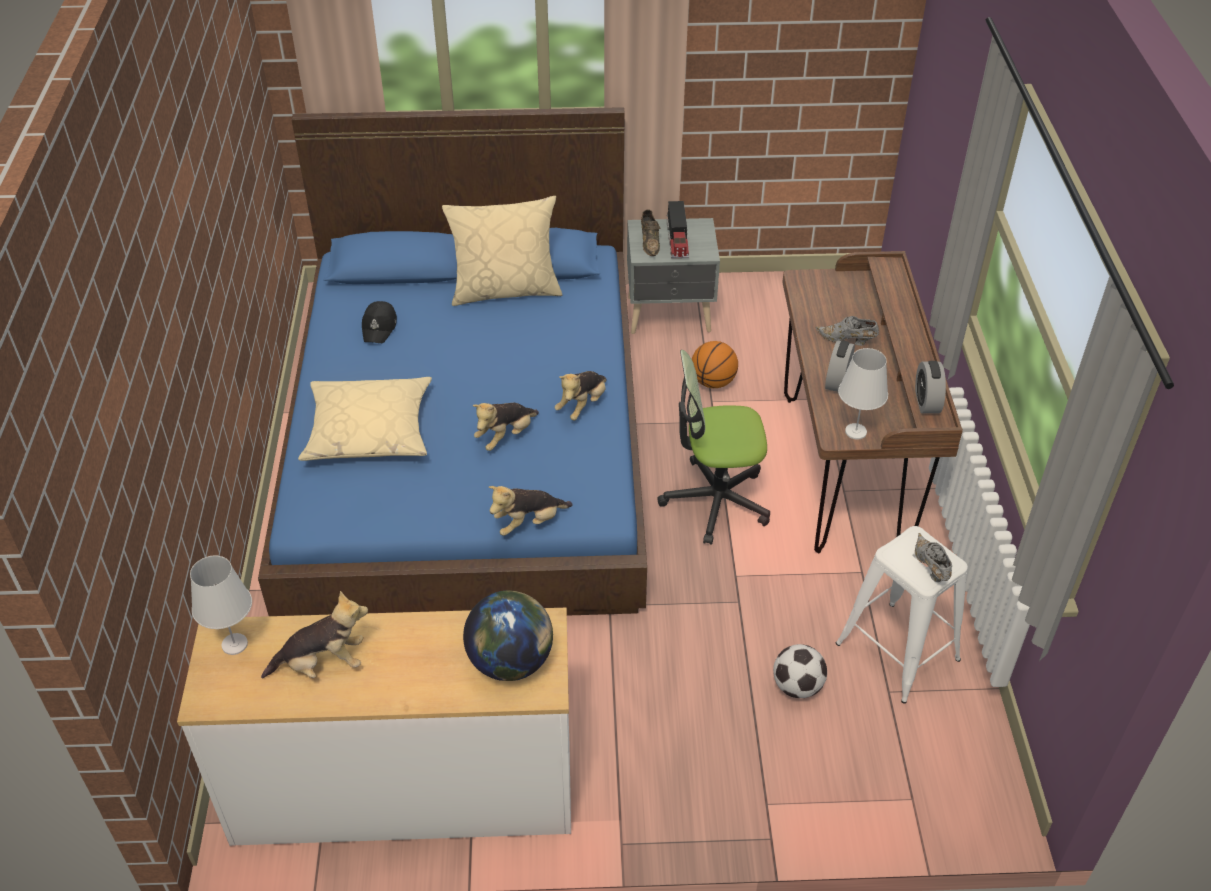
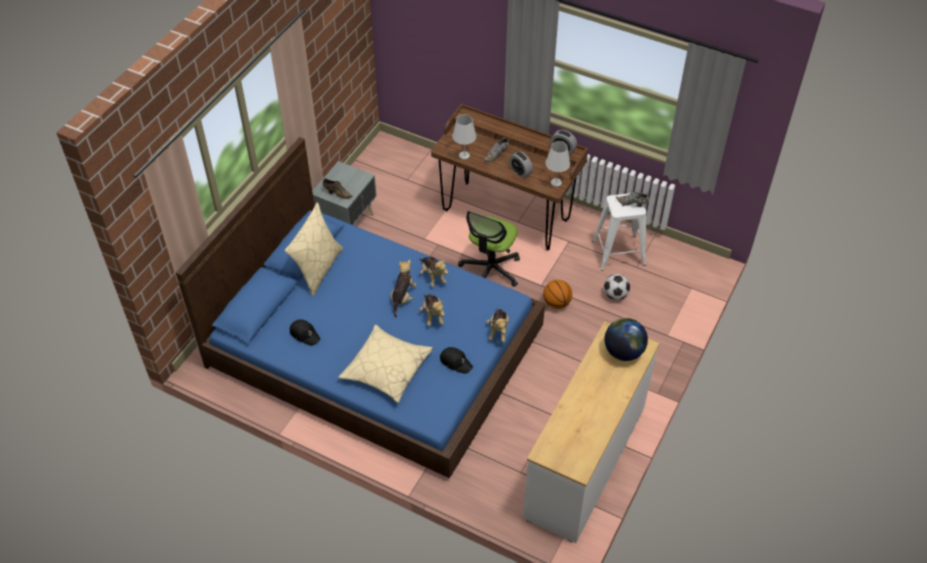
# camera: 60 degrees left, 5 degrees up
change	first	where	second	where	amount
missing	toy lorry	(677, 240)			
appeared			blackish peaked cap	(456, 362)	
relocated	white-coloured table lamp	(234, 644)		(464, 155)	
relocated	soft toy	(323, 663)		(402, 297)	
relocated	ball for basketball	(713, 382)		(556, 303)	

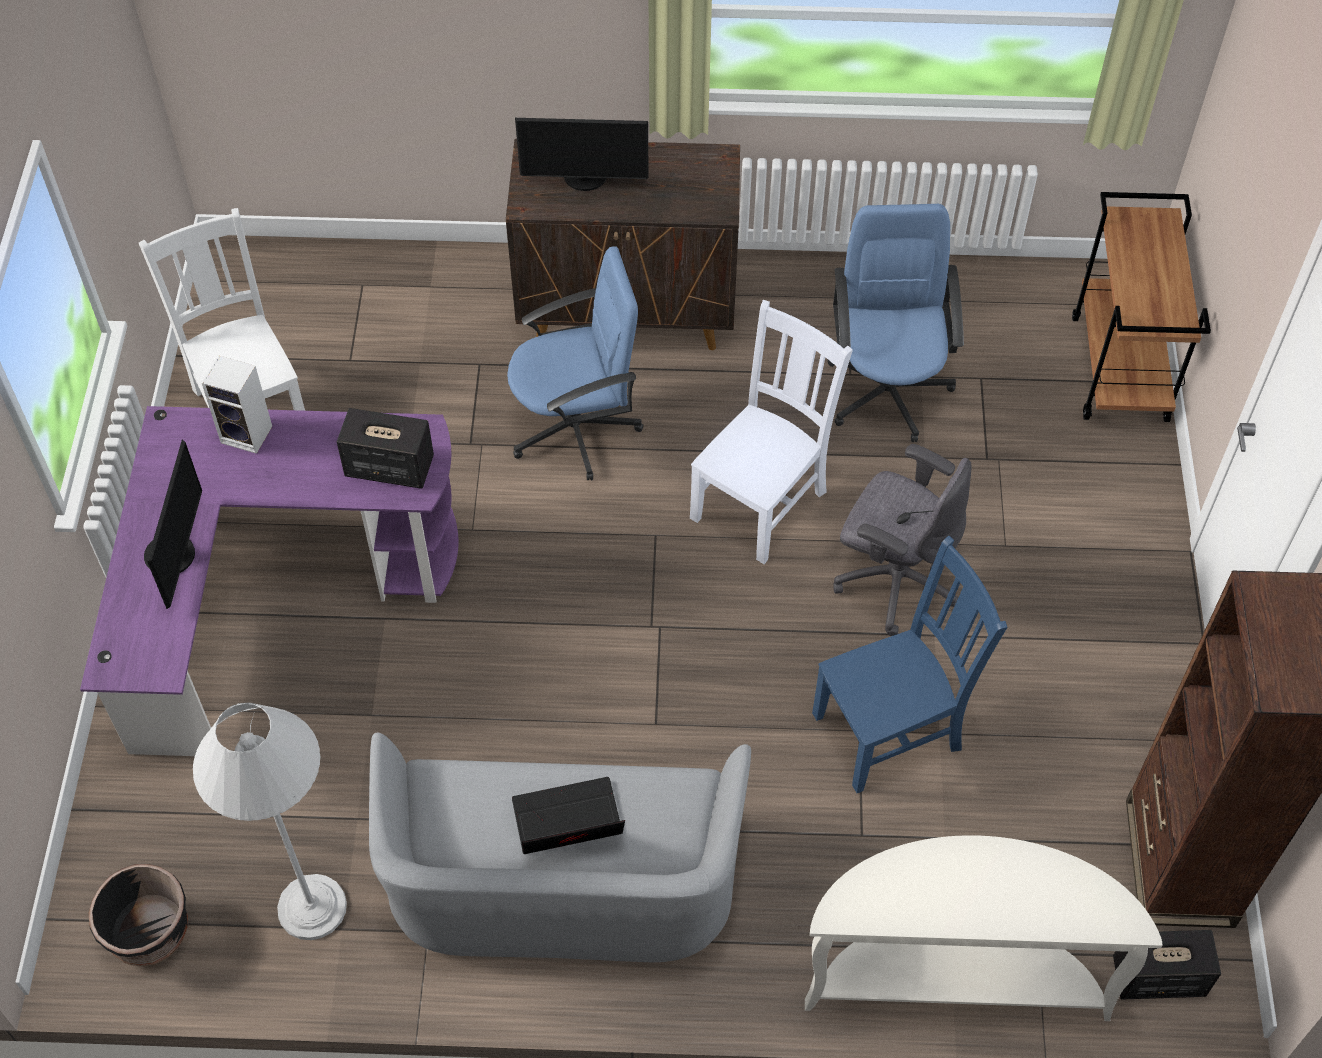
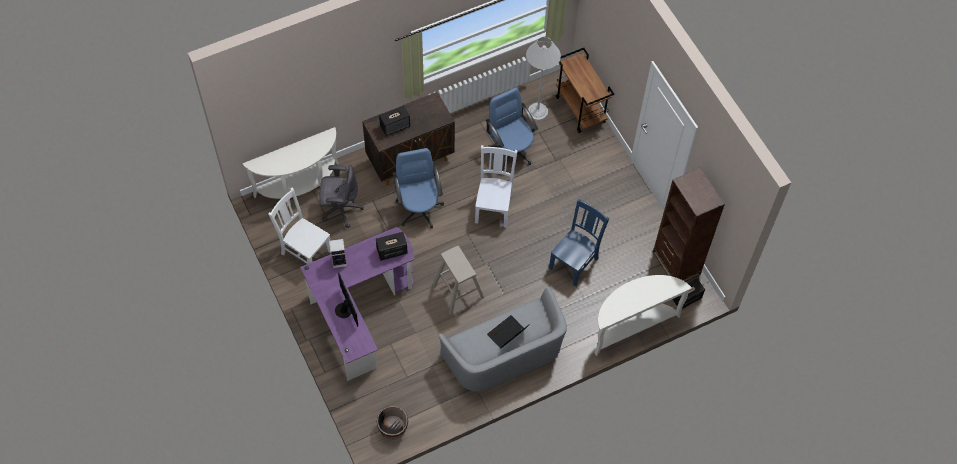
# camera: 30 degrees left, 5 degrees up
change	first	where	second	where	amount
appeared			white-coloured narrow table	(300, 188)	
appeared			beige-coloured sitting stool	(458, 291)	
relocated	white-coloured standard lamp	(312, 907)		(537, 112)	
relocated	gray computer chair	(894, 580)		(340, 209)	
exchanged	computer display	(585, 178)	loudspeaker	(395, 126)	
spun	bluish computer chair	(576, 428)		(419, 208)	60 degrees counterclockwise

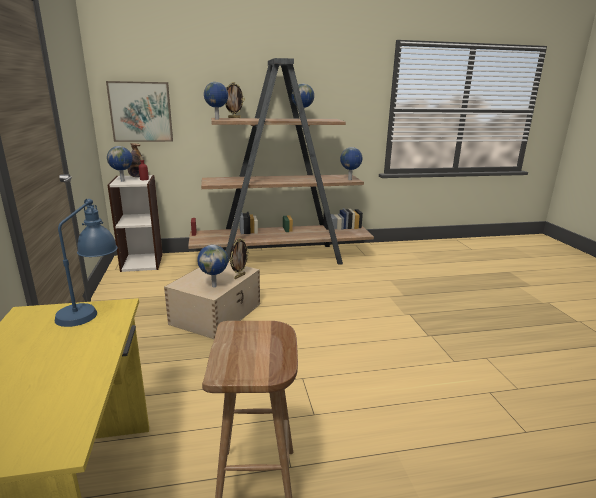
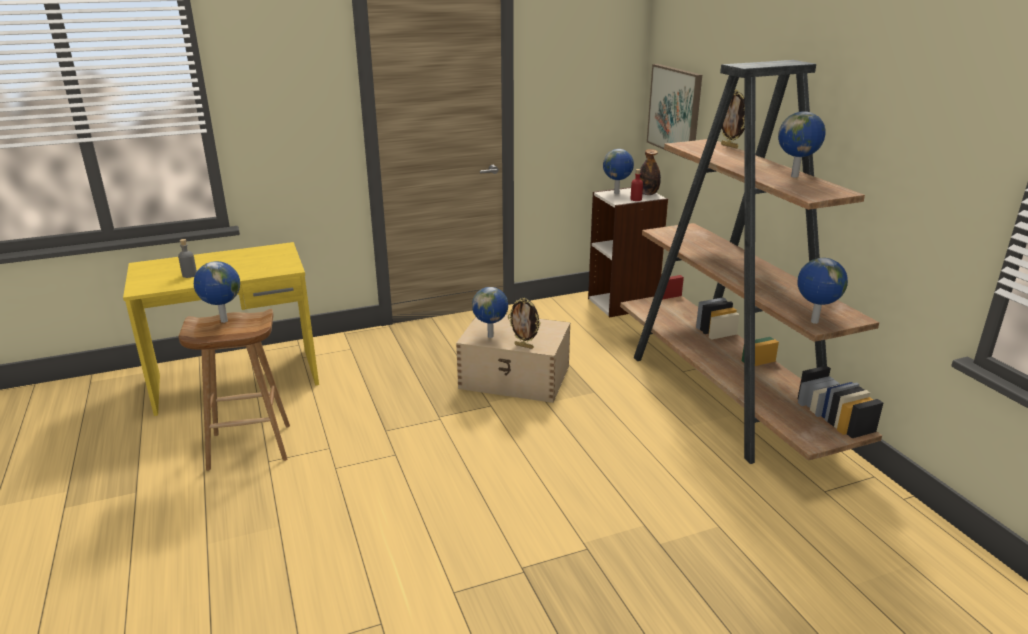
# camera: 80 degrees right, 5 degrees up
change	first	where	second	where	amount
missing	bluish table lamp	(91, 309)			
appeared			gray drink bottle	(189, 275)	
relocated	globe	(217, 119)		(223, 321)	

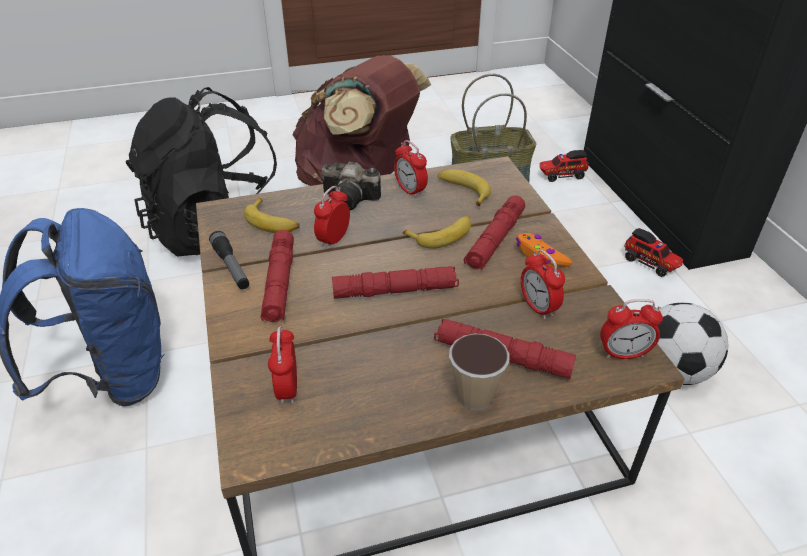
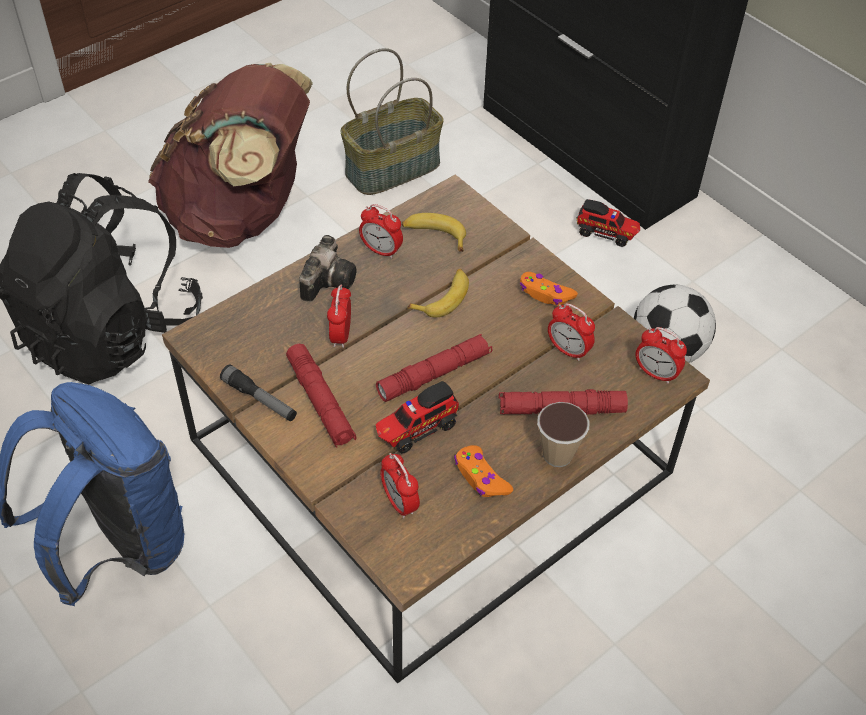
# camera: 25 degrees left, 10 degrees up
change	first	where	second	where	amount
missing	banana fruit	(273, 222)			
missing	red torch	(495, 240)			
appeared			orange-coloured joypad	(481, 477)	
relocated	toy lorry	(561, 175)		(416, 429)	
spun	photo camera	(352, 199)		(328, 279)	60 degrees counterclockwise
spun	alarm clock	(623, 354)		(656, 373)	60 degrees clockwise

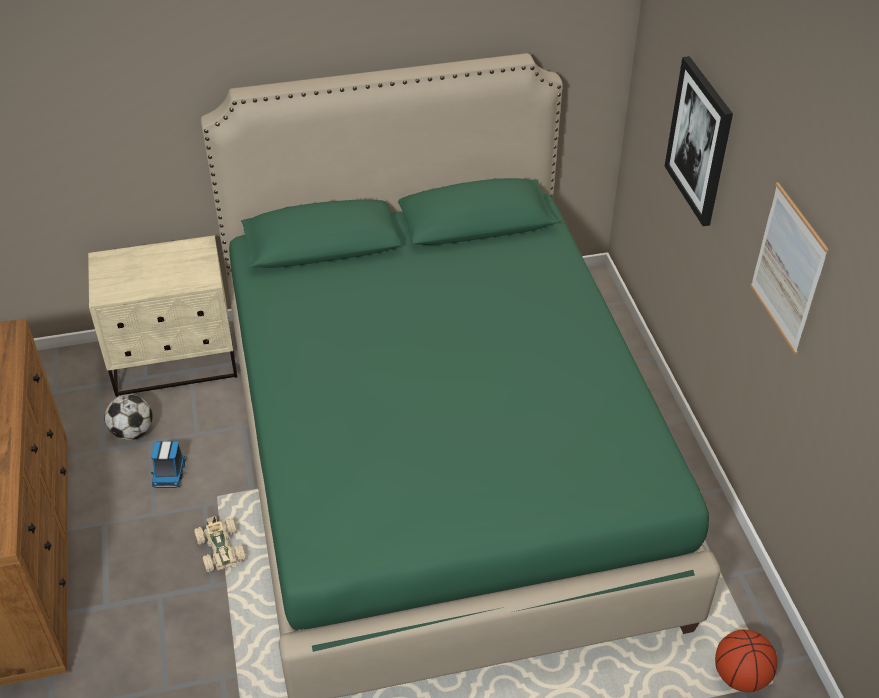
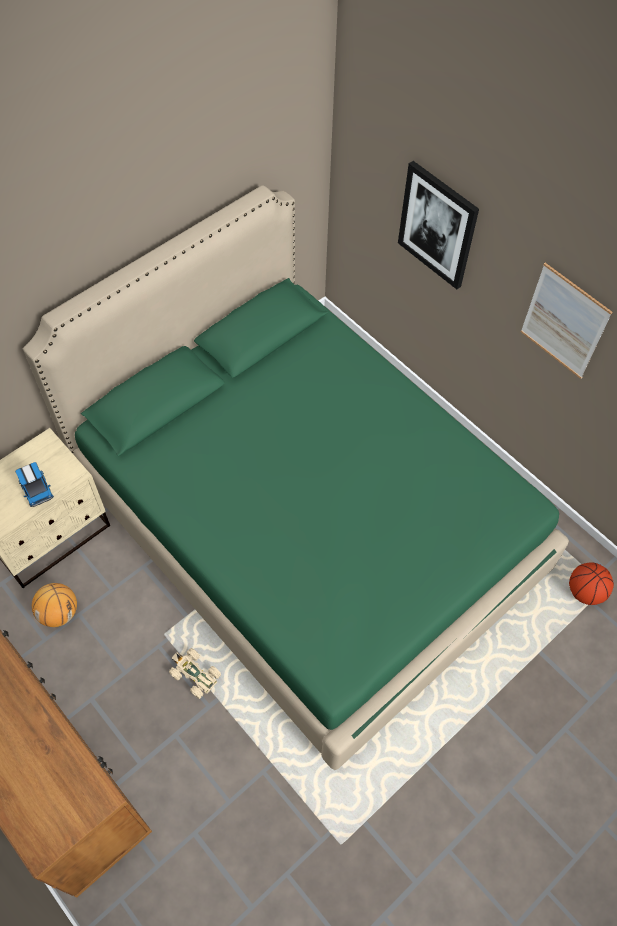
# camera: 30 degrees left, 15 degrees up
change	first	where	second	where	amount
relocated	toy lorry	(169, 472)		(36, 489)	
exchanged	football	(132, 432)	ball for basketball	(59, 612)	

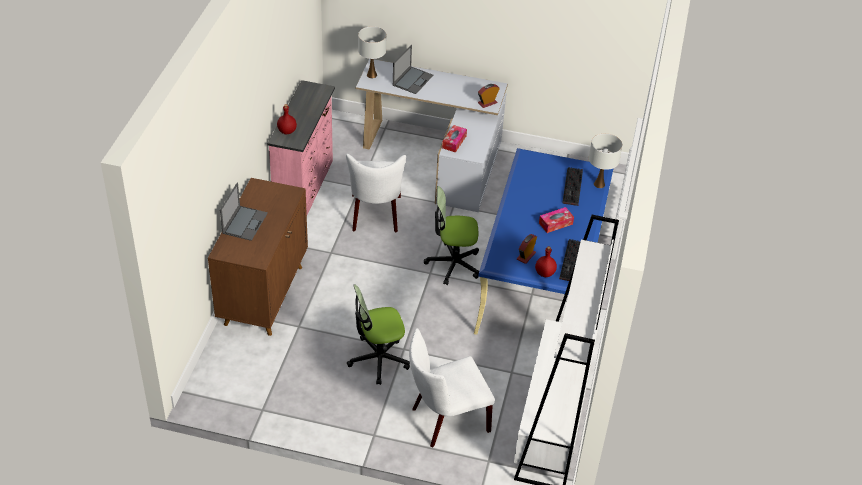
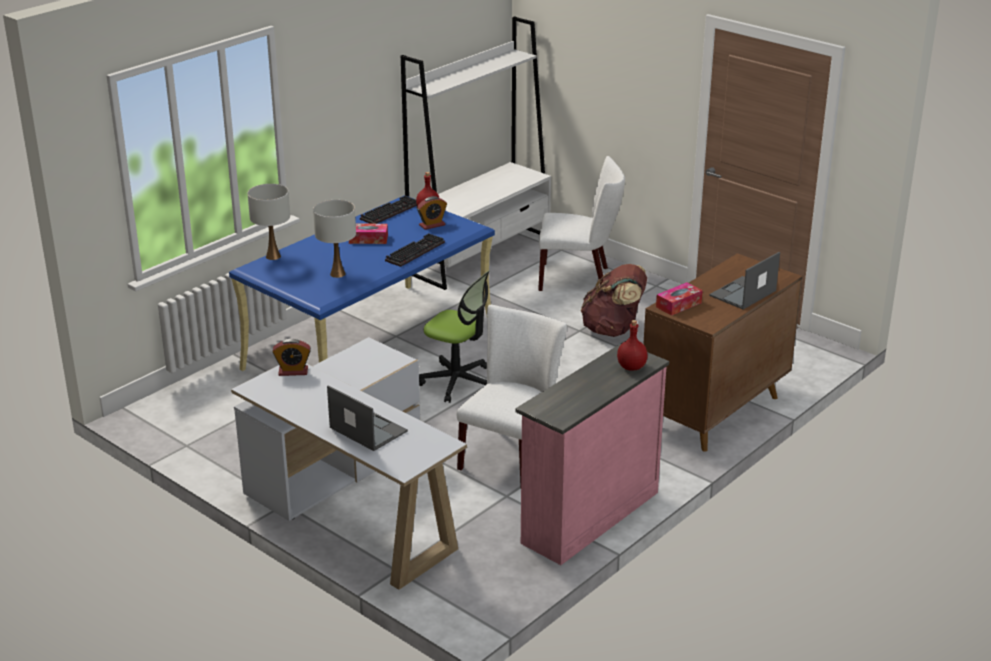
# camera: 150 degrees left, 15 degrees down
change	first	where	second	where	amount
relocated	white-coloured table lamp	(371, 75)		(338, 274)	
relocated	box of tissues	(454, 142)		(678, 305)	
relocated	PC keyboard	(573, 188)		(414, 251)	
exchanged	computer chair	(378, 359)	brown backpack	(613, 330)	
spun	portable computer	(413, 80)		(367, 429)	75 degrees clockwise

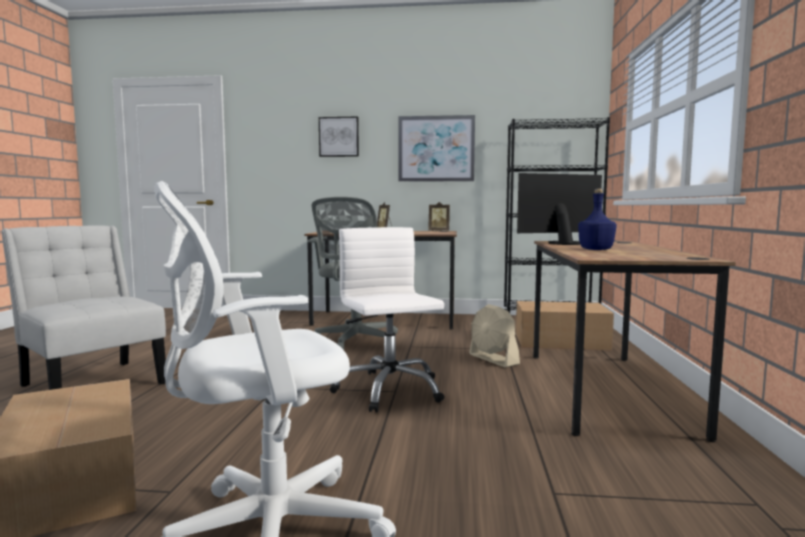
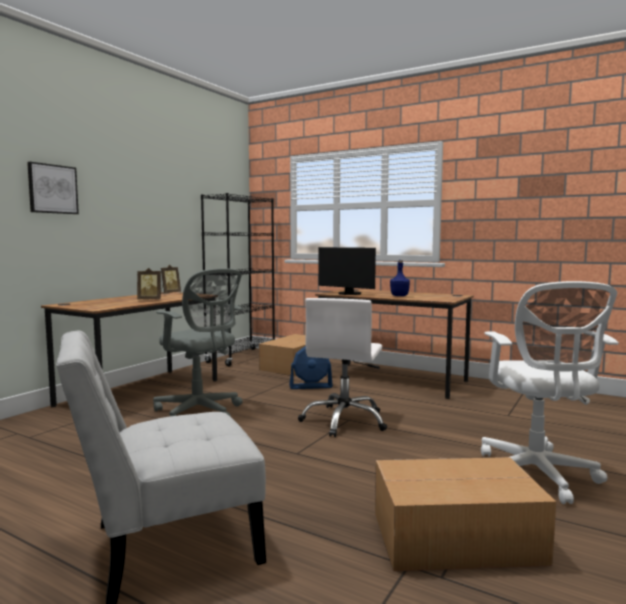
# camera: 65 degrees left, 0 degrees up
change	first	where	second	where	amount
missing	wall picture	(436, 149)			
colour	beige-coloured electric fan	(493, 359)	bluish electric fan	(311, 386)	
spun	white-coloured computer chair	(389, 390)		(344, 421)	75 degrees counterclockwise
spun	computer display	(563, 243)		(348, 294)	60 degrees counterclockwise

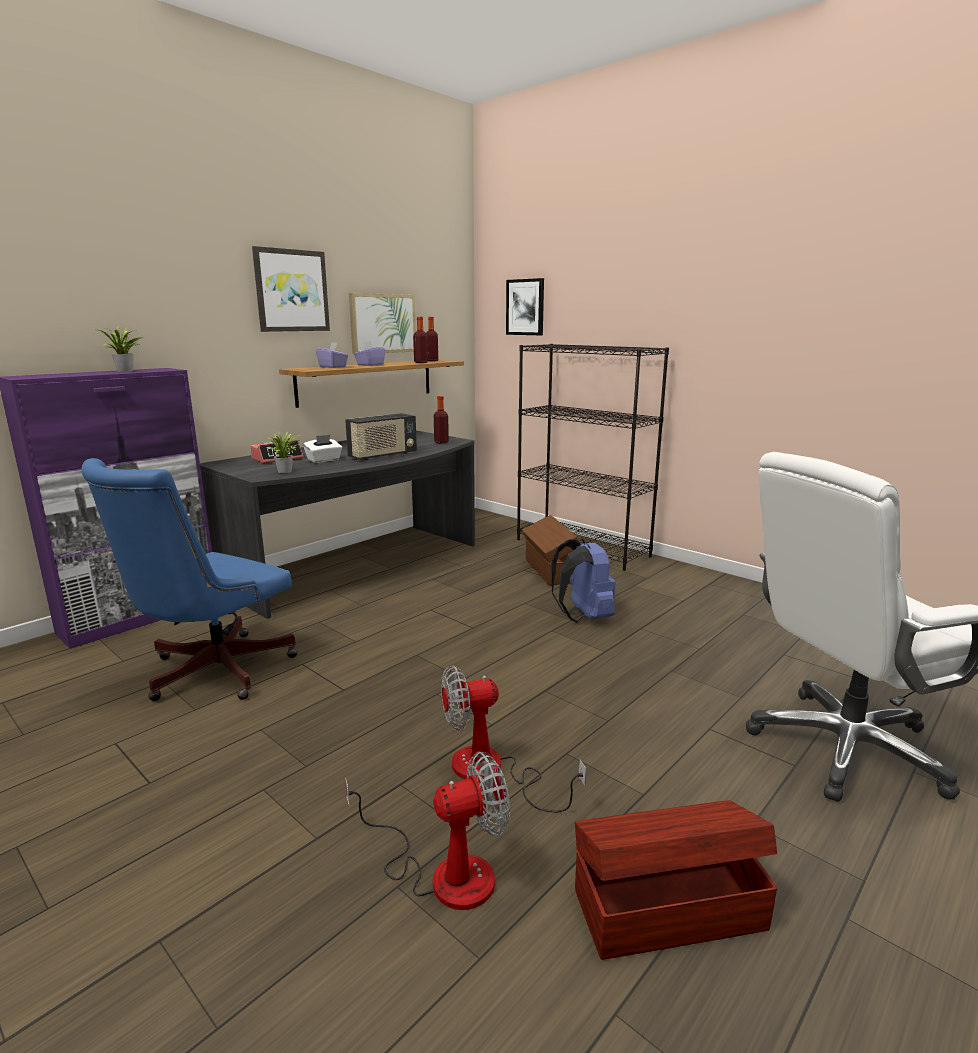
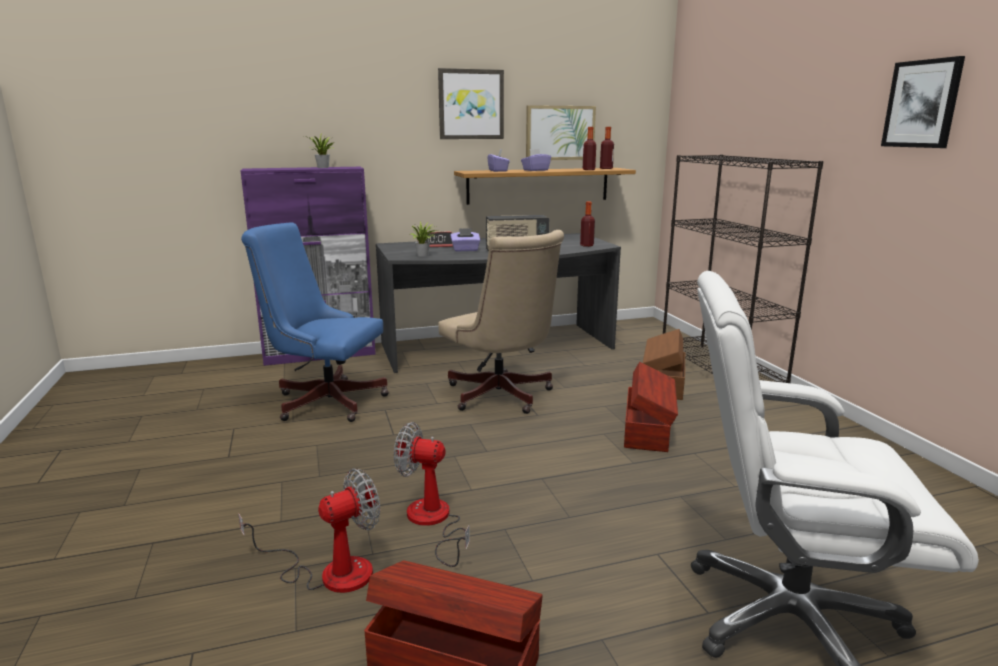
# camera: 30 degrees right, 0 degrees up
change	first	where	second	where	amount
appeared			beige-coloured computer chair	(502, 397)	
relocated	wall picture	(525, 307)		(922, 104)	
exchanged	bluish backpack	(583, 616)	brown storage container	(647, 429)	
colour	white-coloured box of tissues	(324, 460)	purple-coloured box of tissues	(465, 250)	
spun	bluish computer chair	(210, 673)		(324, 400)	45 degrees clockwise
spun	electric fan	(443, 872)		(330, 572)	45 degrees counterclockwise

